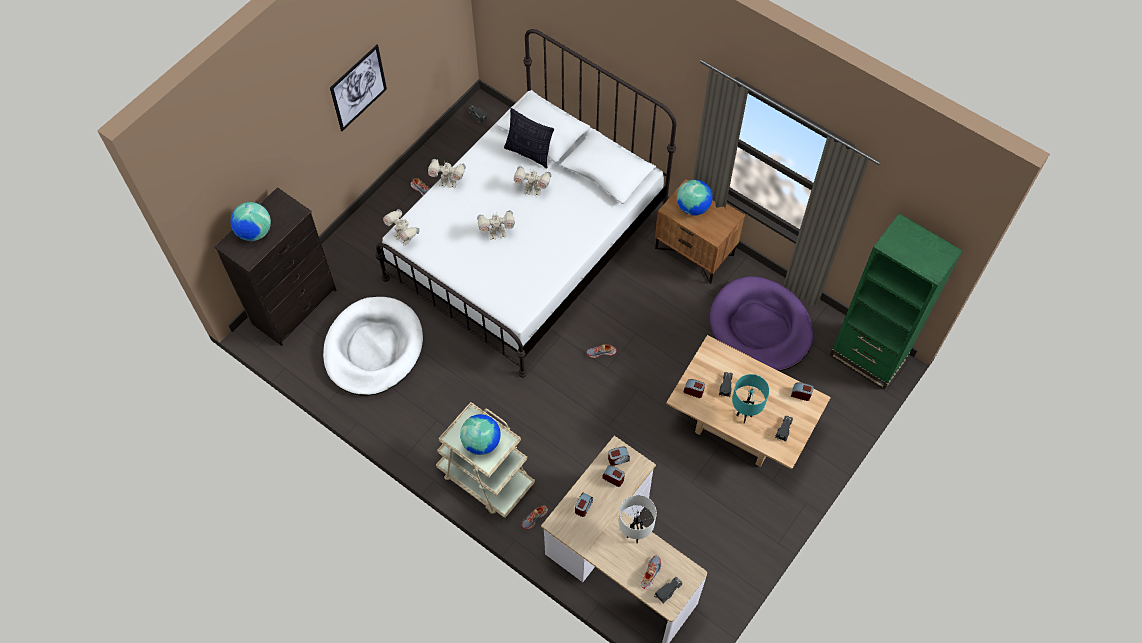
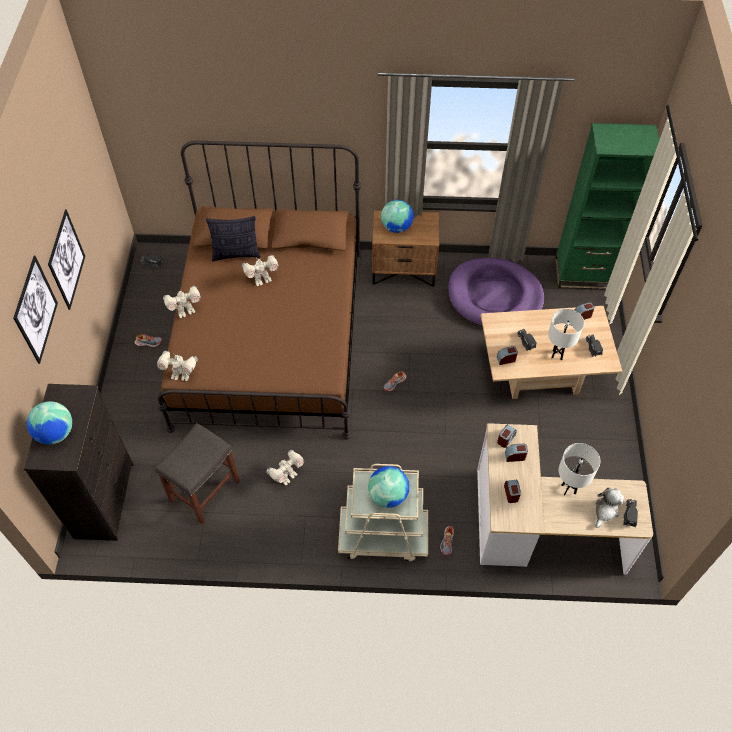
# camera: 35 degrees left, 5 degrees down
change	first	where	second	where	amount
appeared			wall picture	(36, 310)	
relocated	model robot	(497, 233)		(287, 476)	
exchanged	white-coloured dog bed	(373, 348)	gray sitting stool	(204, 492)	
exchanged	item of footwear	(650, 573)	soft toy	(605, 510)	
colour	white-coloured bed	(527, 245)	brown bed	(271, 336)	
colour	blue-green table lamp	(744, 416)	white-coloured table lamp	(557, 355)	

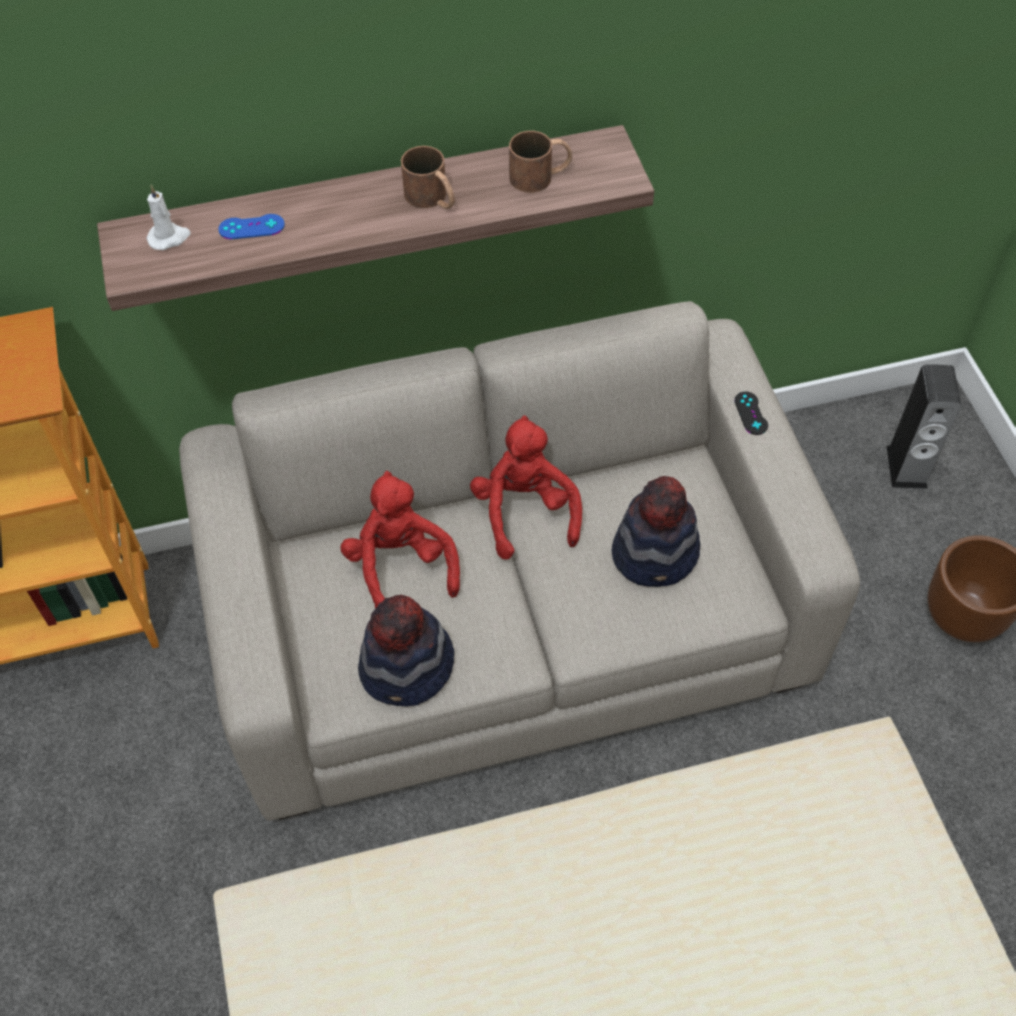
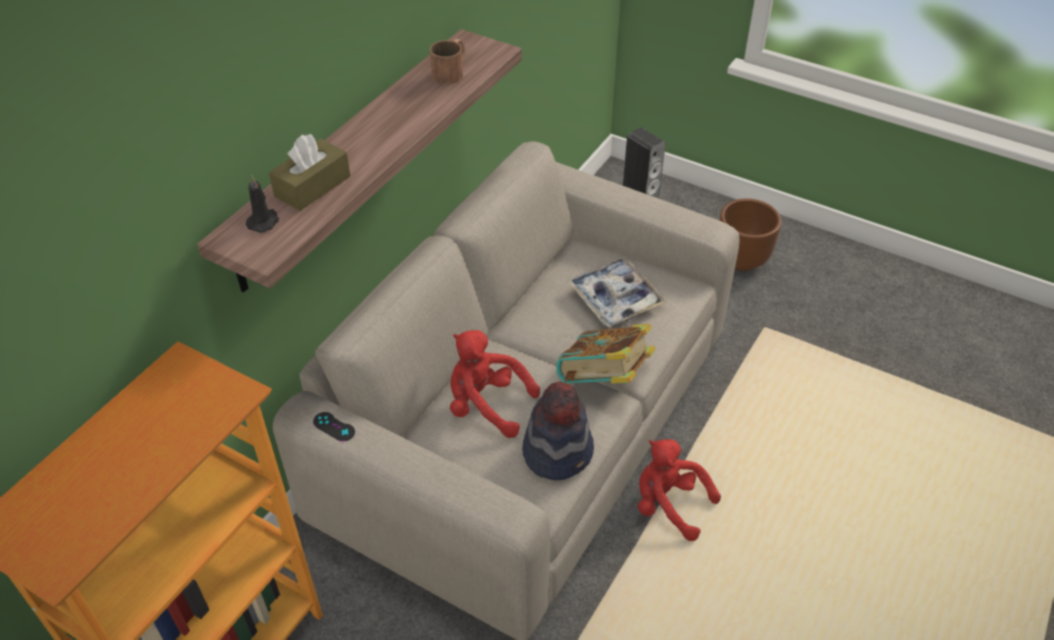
# camera: 45 degrees left, 10 degrees down
change	first	where	second	where	amount
missing	brown tea mug	(432, 199)			
appeared			bound book	(604, 380)	
relocated	red soft toy	(525, 511)		(669, 505)	
relocated	blackish joypad	(751, 413)		(334, 427)	
exchanged	bluish joypad	(251, 227)	brown box of tissues	(312, 186)	
exchanged	wearable hat	(656, 553)	tray	(615, 298)	
colour	white-coloured candle	(169, 237)	blackish candle	(264, 222)	

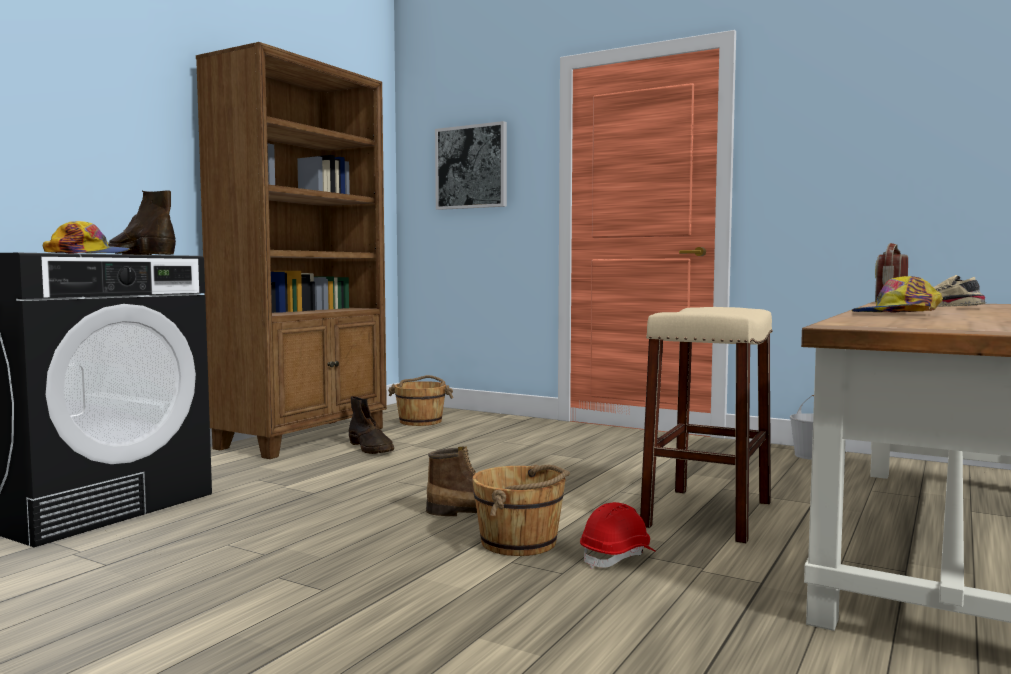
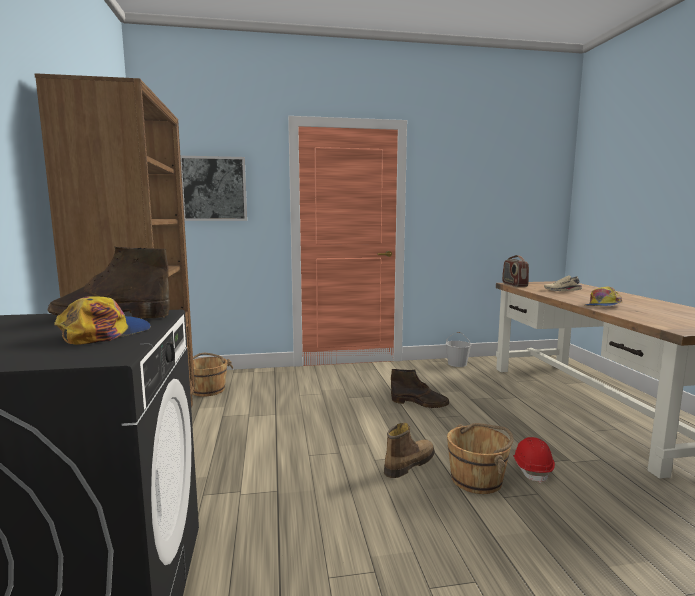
# camera: 40 degrees left, 5 degrees up
change	first	where	second	where	amount
missing	beige-coloured sitting stool	(708, 514)			
relocated	brown high-top boot	(371, 448)		(420, 403)	

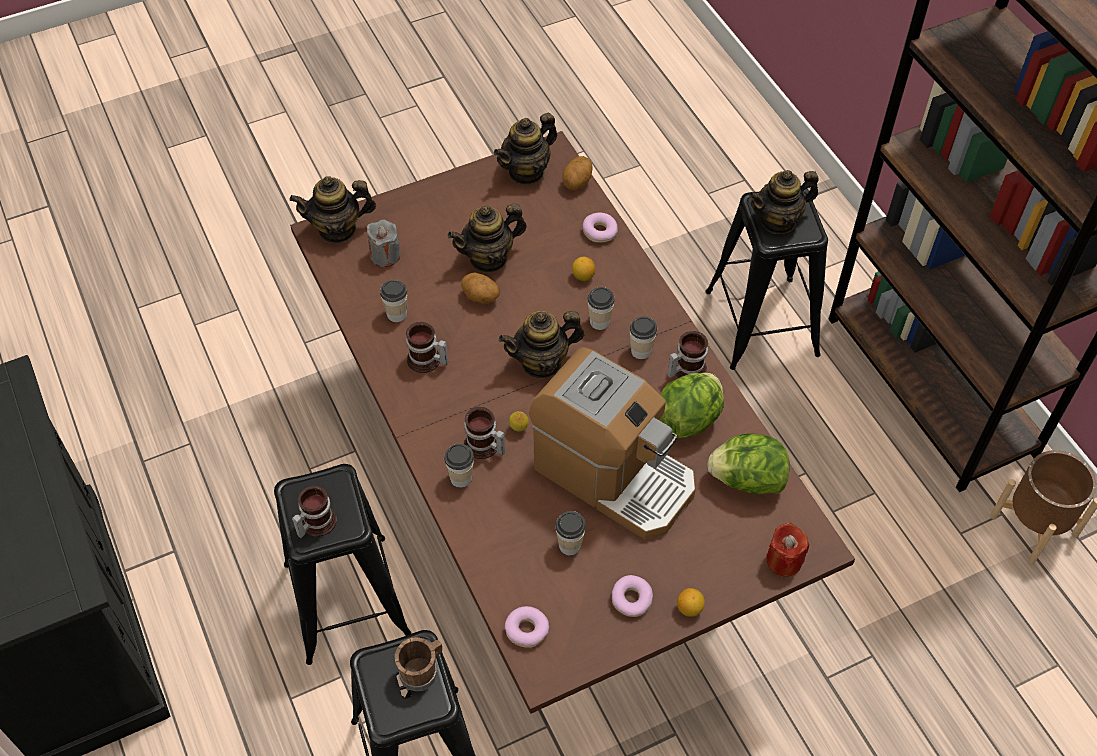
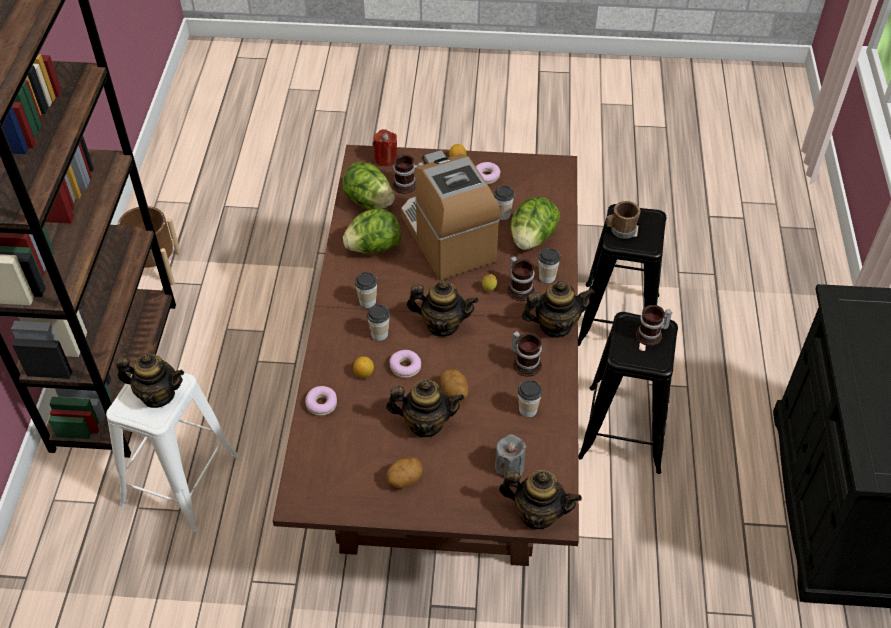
# camera: 150 degrees left, 5 degrees down
change	first	where	second	where	amount
appeared			lettuce head	(532, 239)	
relocated	teapot	(527, 171)		(555, 325)	
relocated	donut	(527, 630)		(405, 367)	
relocated	spud	(577, 182)		(404, 479)	
relocated	tea mug	(685, 369)		(407, 186)	
colour	blackish sitting stool	(761, 322)	white-coloured sitting stool	(180, 481)	

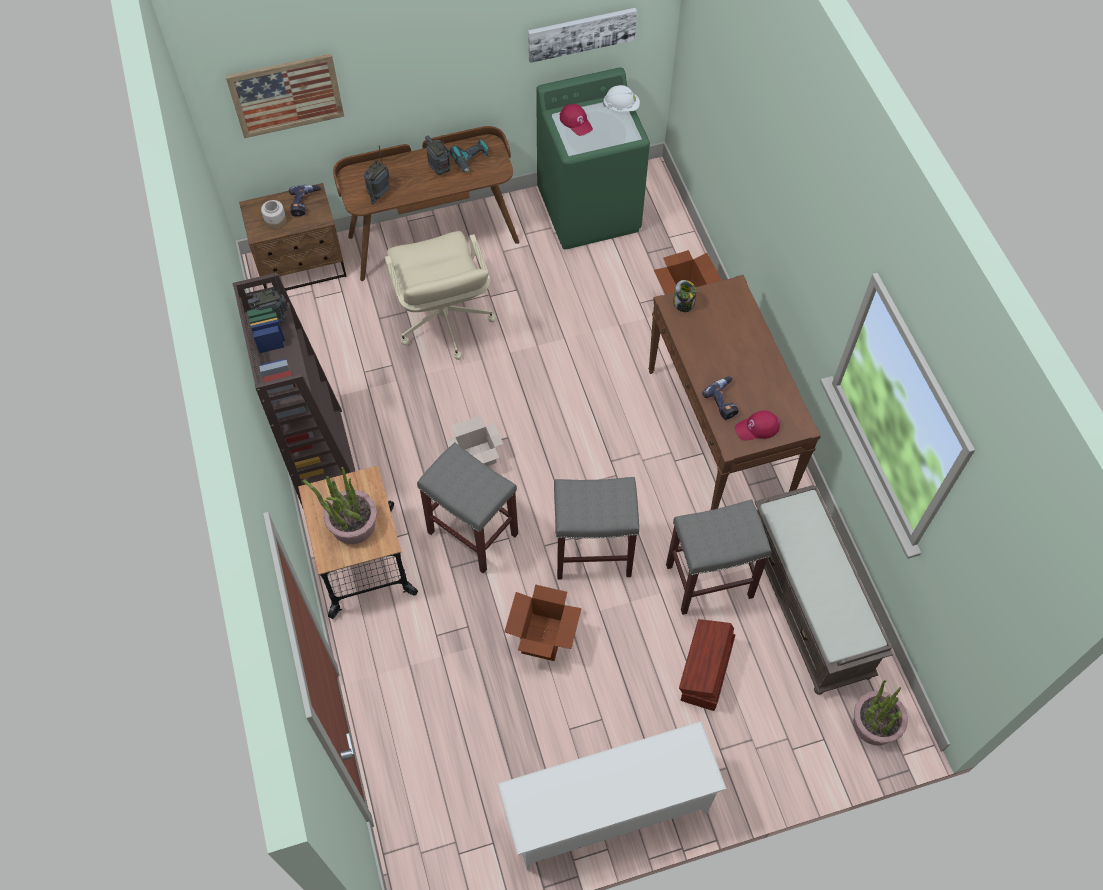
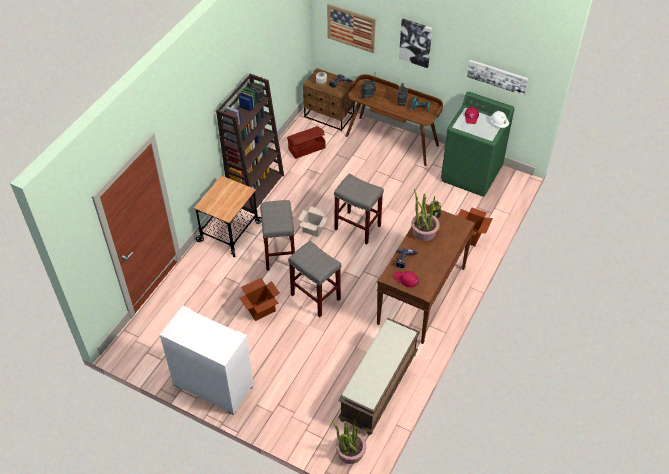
# camera: 45 degrees right, 10 degrees down
change	first	where	second	where	amount
missing	beige-coloured computer chair	(444, 322)			
appeared			wall picture	(415, 42)	
relocated	houseplant	(352, 524)		(424, 232)	
relocated	gray sitting stool	(710, 580)		(358, 227)	
relocated	brown storage container	(705, 671)		(306, 148)	
exchanged	white-coloured shoe rack	(607, 809)	white-coloured cupboard	(212, 385)	

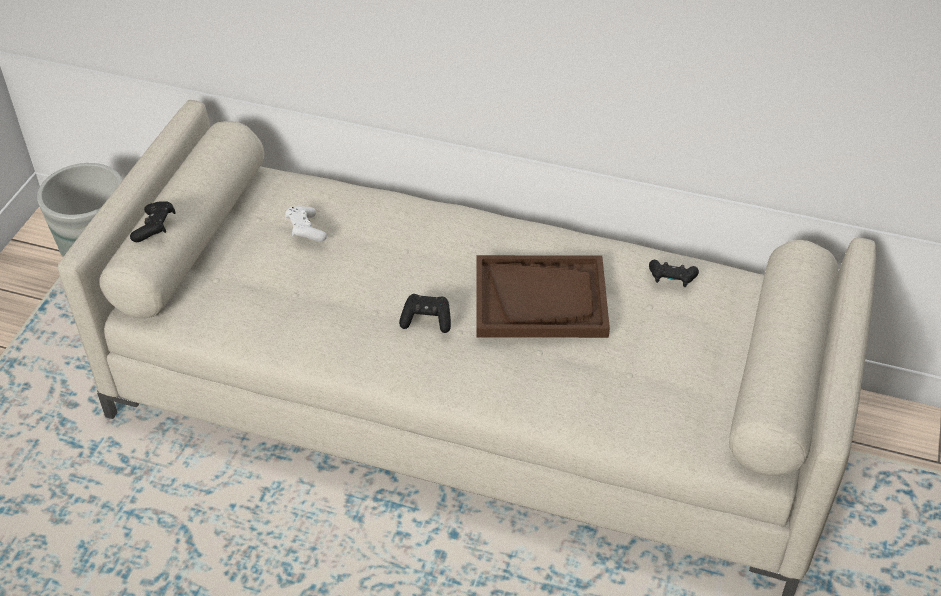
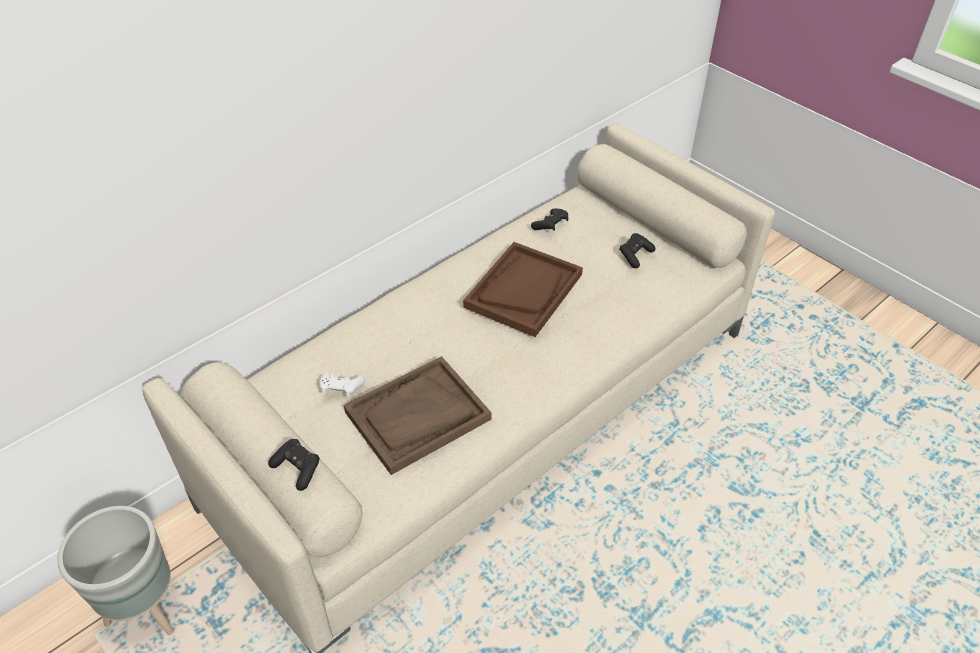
# camera: 60 degrees left, 0 degrees up
change	first	where	second	where	amount
appeared			brown tray	(417, 416)	
relocated	blackish joypad	(426, 320)		(635, 255)	

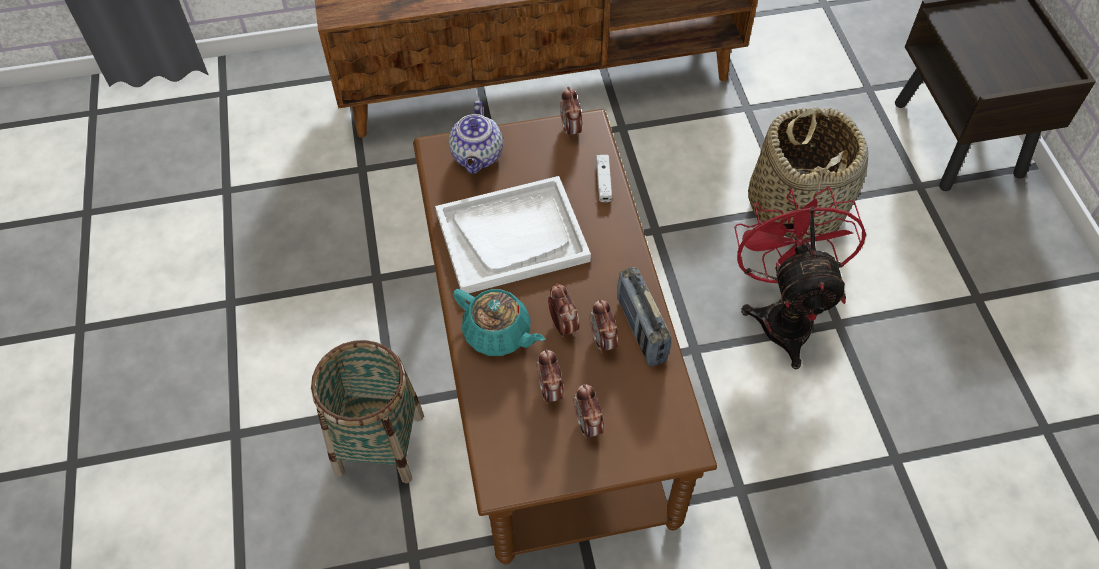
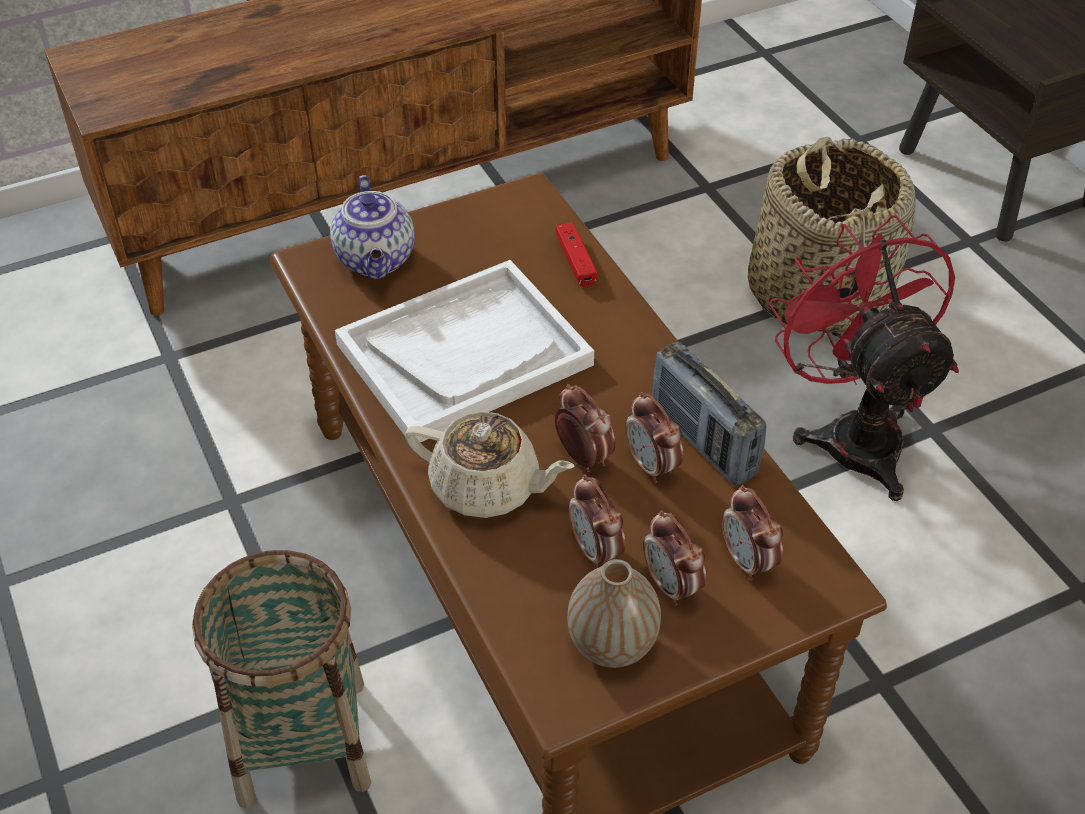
# camera: 15 degrees left, 10 degrees down
change	first	where	second	where	amount
appeared			vase	(612, 644)	
relocated	alarm clock	(571, 130)		(748, 562)	
colour	blue-green teapot	(498, 333)	beige-coloured teapot	(487, 488)	
colour	white-coloured joypad	(603, 182)	red joypad	(575, 261)	

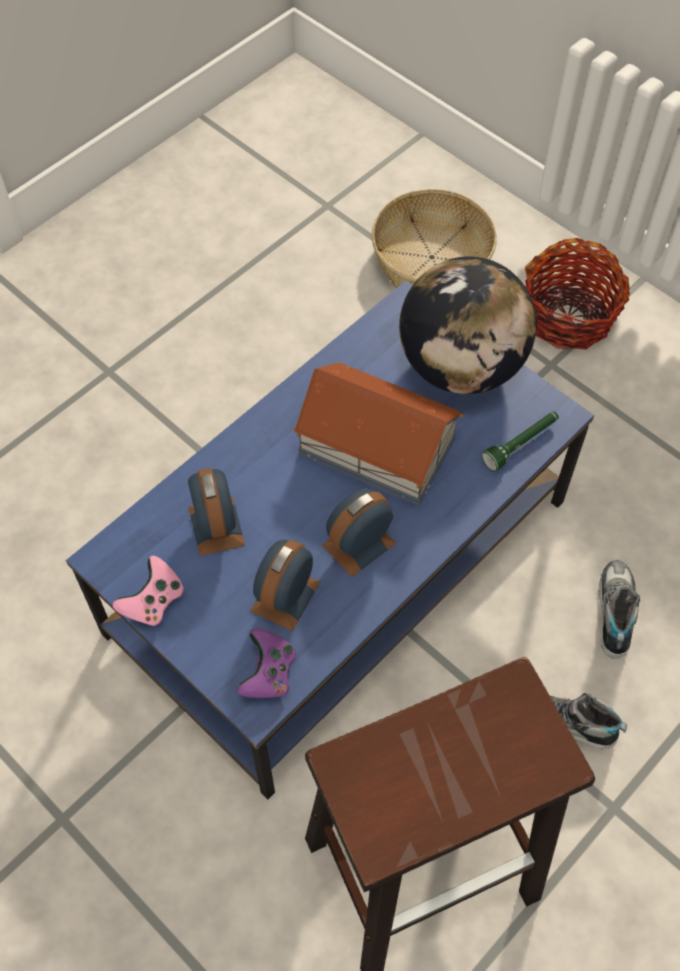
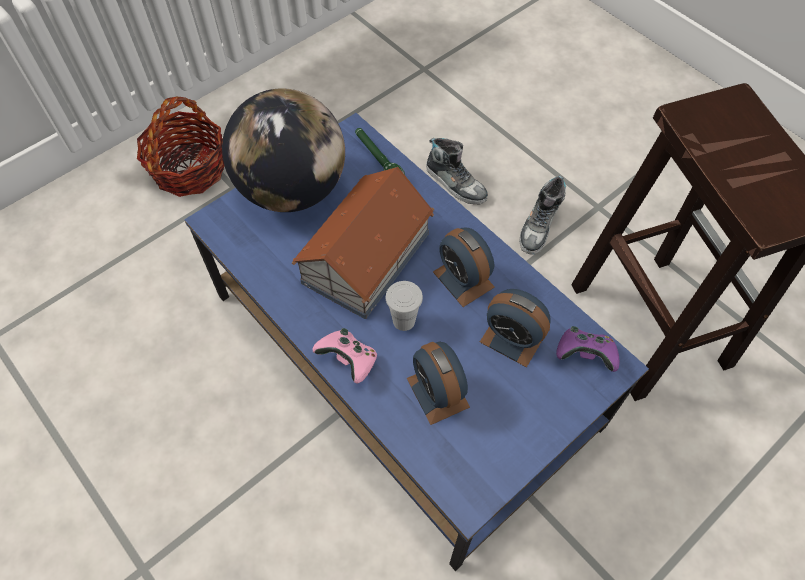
# camera: 85 degrees left, 0 degrees up
change	first	where	second	where	amount
missing	household basket	(431, 257)			
appeared			white-coloured cup	(404, 321)	
relocated	pinkish joypad	(153, 601)		(349, 361)	
spun	alarm clock	(216, 526)		(438, 392)	75 degrees clockwise
spun	item of footwear	(614, 611)		(455, 183)	150 degrees counterclockwise

